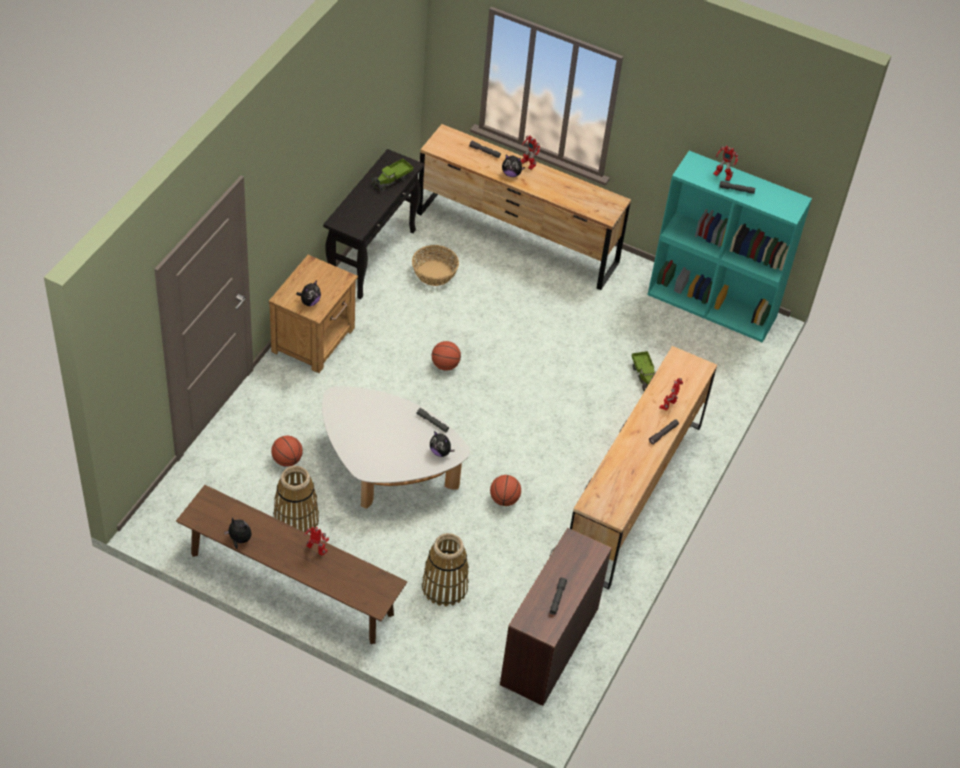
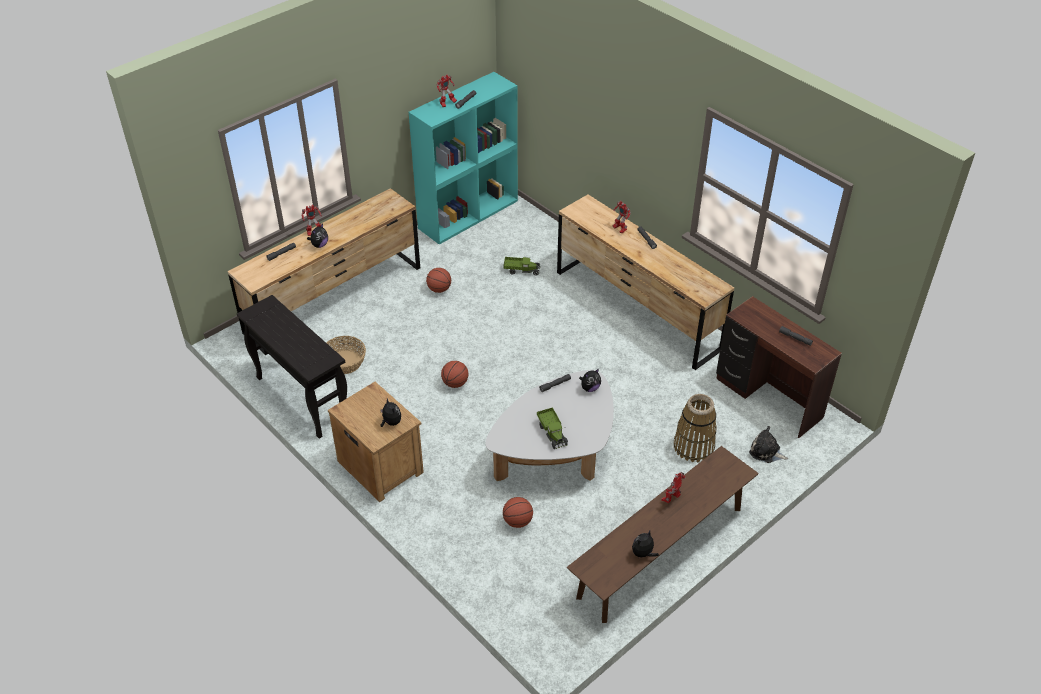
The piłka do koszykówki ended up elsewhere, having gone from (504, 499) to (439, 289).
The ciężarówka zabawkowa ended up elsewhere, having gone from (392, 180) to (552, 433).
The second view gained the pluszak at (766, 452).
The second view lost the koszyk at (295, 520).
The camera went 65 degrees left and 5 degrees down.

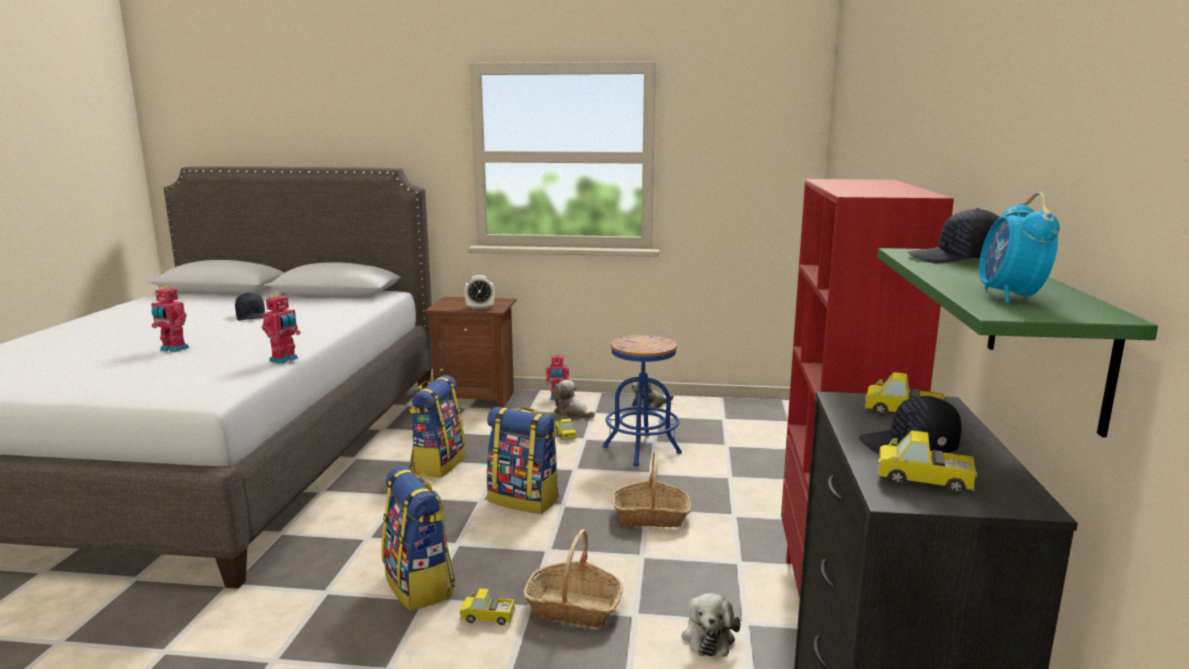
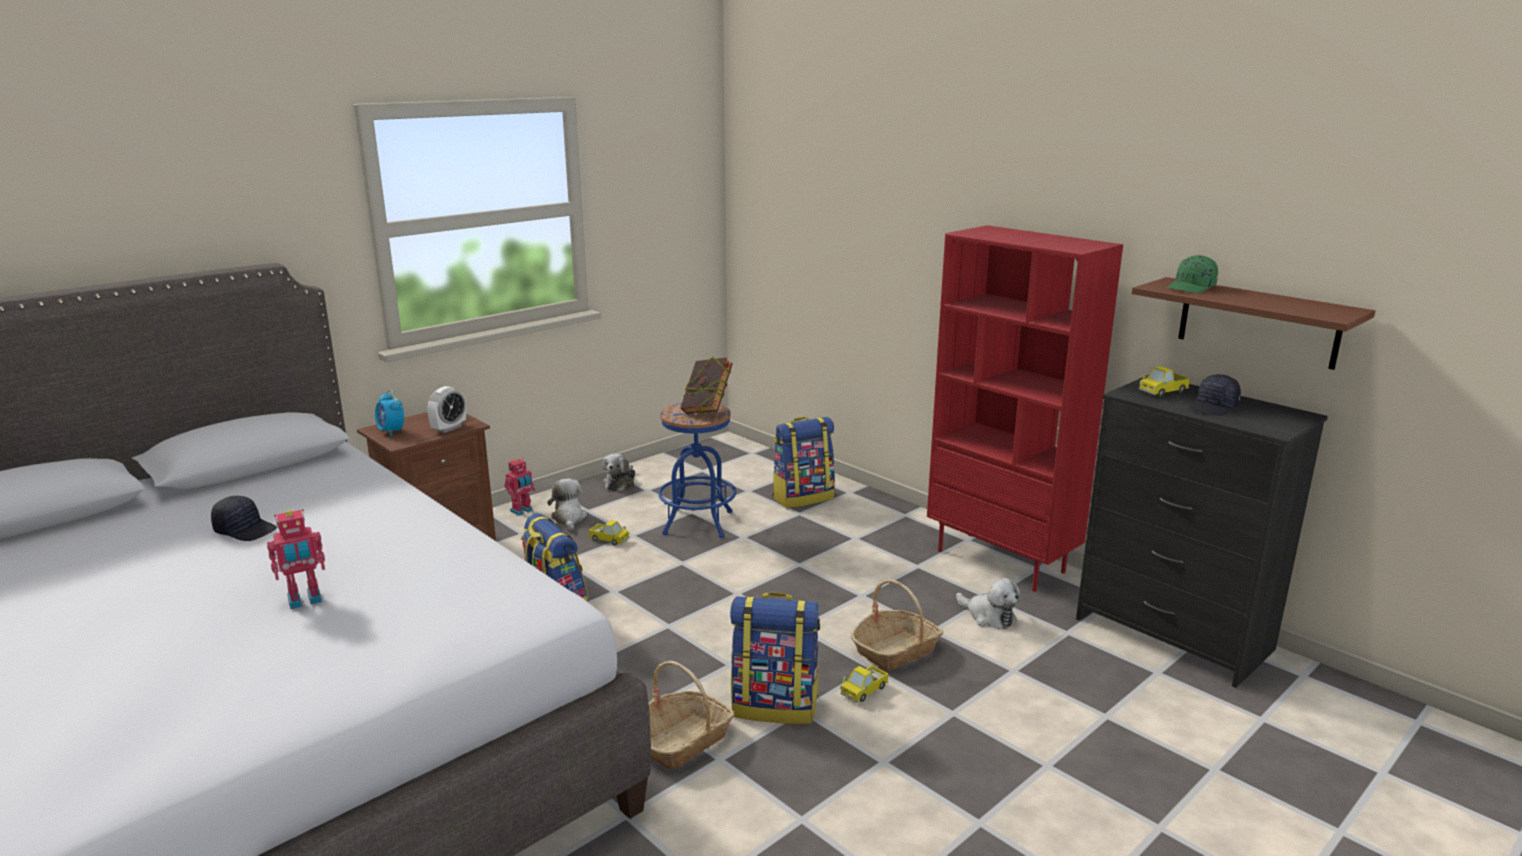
The budzik ended up elsewhere, having gone from (1010, 296) to (391, 432).
The pluszak at (572, 413) ended up facing another way, 90 degrees clockwise from before.
The koszyk ended up elsewhere, having gone from (651, 516) to (682, 740).
The second view gained the książka at (707, 411).
The plecak ended up elsewhere, having gone from (524, 500) to (803, 497).
What was the półka/zielony at (1047, 333) turned into the półka/brązowy at (1258, 323).
What was the czapka z daszkiem/czarny at (956, 259) turned into the czapka z daszkiem/zielony at (1191, 288).
The second view lost the robot zabawkowy at (285, 360).
The second view lost the ciężarówka zabawkowa at (923, 481).
The camera went 50 degrees left and 5 degrees up.

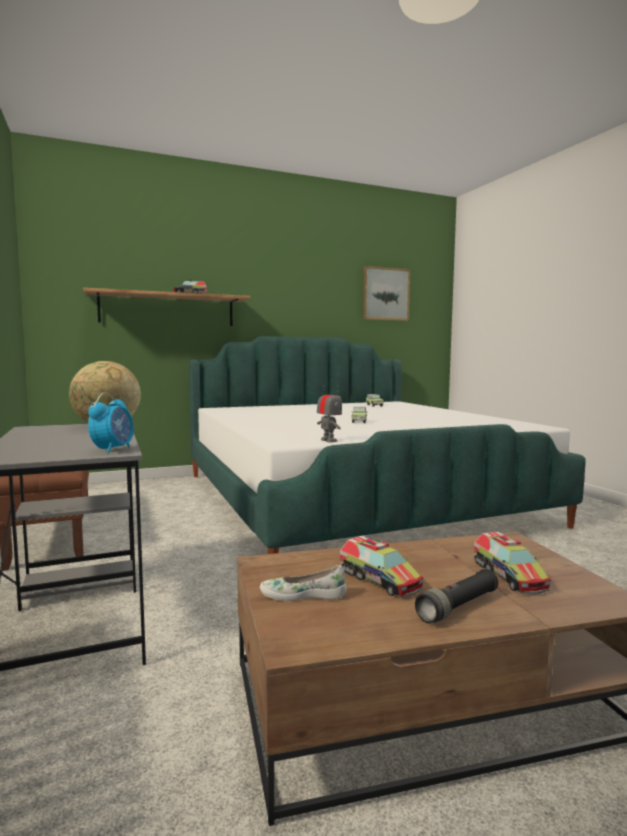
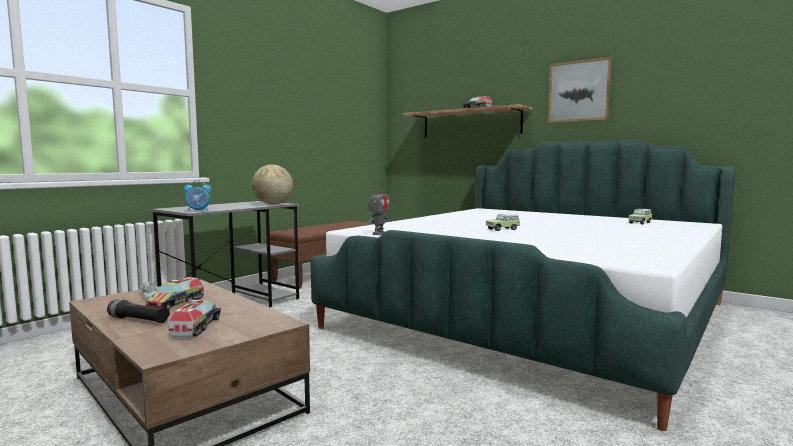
The ciężarówka zabawkowa at (508, 576) ended up facing another way, 135 degrees clockwise from before.
The obraz ended up elsewhere, having gone from (385, 294) to (579, 91).
The camera went 60 degrees right and 0 degrees up.

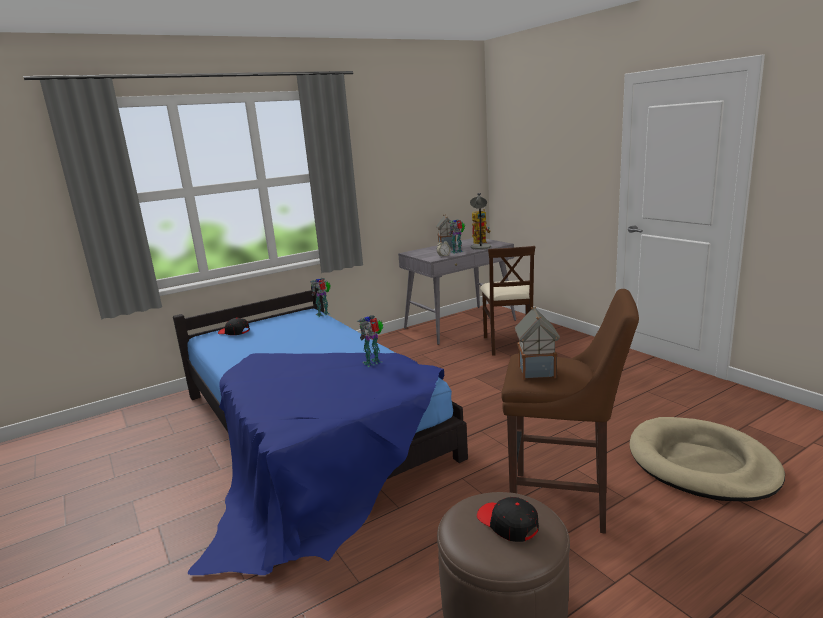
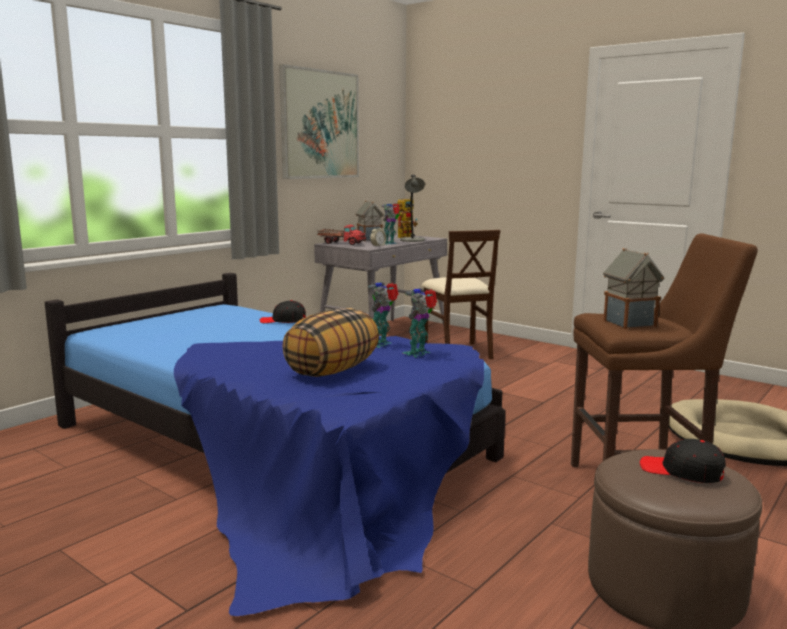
The czapka z daszkiem/czarny ended up elsewhere, having gone from (234, 332) to (283, 321).
The second view gained the obraz at (320, 124).
The second view gained the poduszka at (332, 370).
The second view gained the ciężarówka zabawkowa at (341, 243).
The robot zabawkowy ended up elsewhere, having gone from (324, 314) to (419, 353).
The camera went 20 degrees left and 5 degrees down.

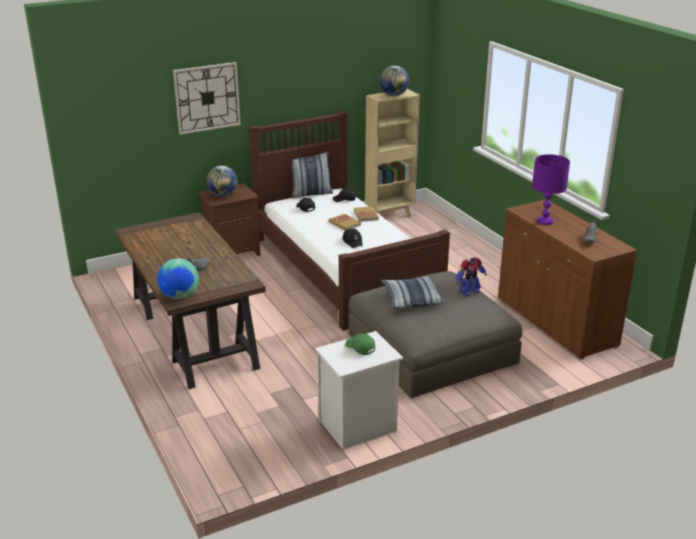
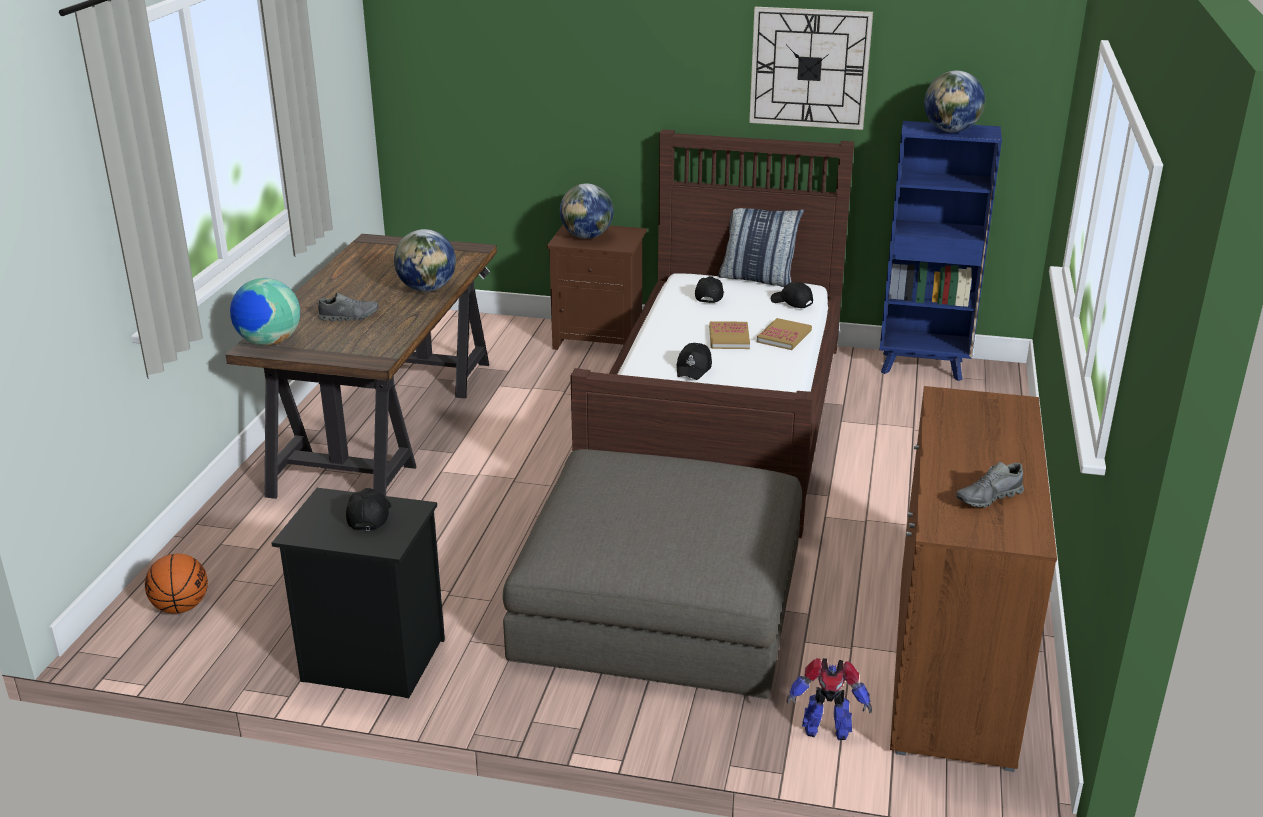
The second view gained the piłka do koszykówki at (181, 607).
What was the szafka nocna/biały at (357, 427) turned into the szafka nocna/czarny at (369, 661).
What was the czapka z daszkiem/zielony at (360, 348) turned into the czapka z daszkiem/czarny at (369, 516).
The second view gained the globus at (427, 289).
The zegar ścienny ended up elsewhere, having gone from (207, 98) to (809, 68).
The robot zabawkowy ended up elsewhere, having gone from (469, 292) to (826, 728).
What was the regał/beżowy at (390, 215) turned into the regał/niebieski at (924, 367).
The second view lost the poduszka at (412, 298).
The second view lost the lampa stołowa/fioletowy at (545, 221).
The camera went 40 degrees right and 0 degrees up.

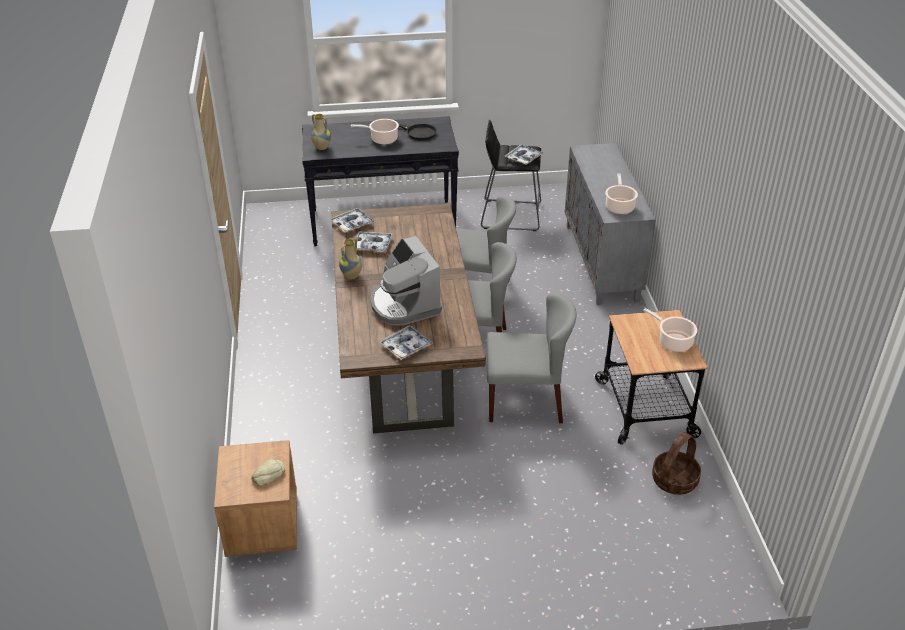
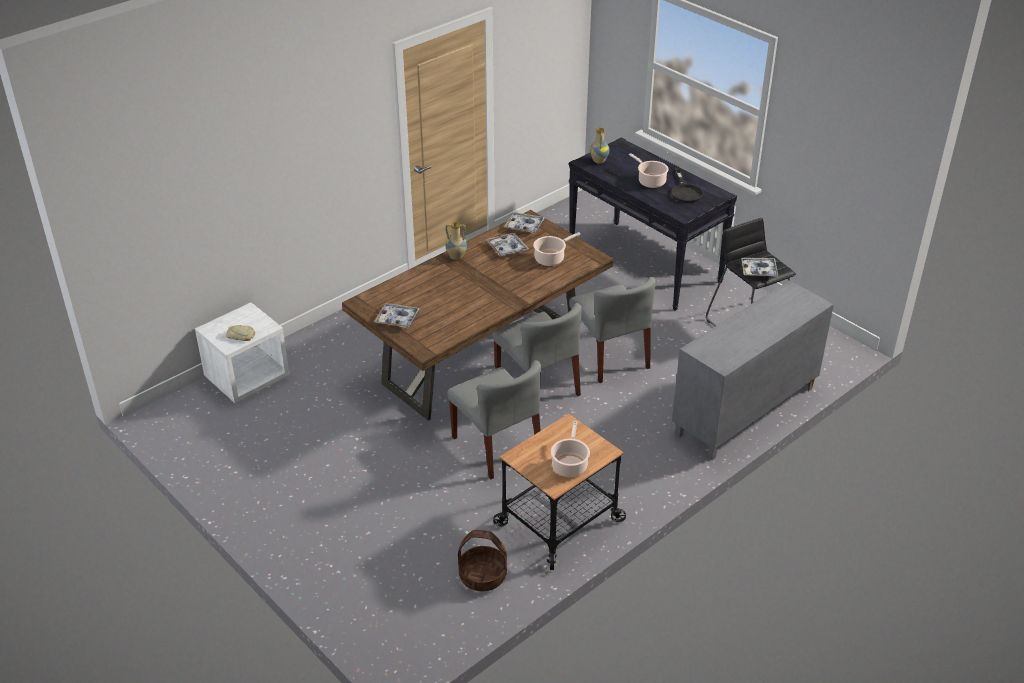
What was the szafka nocna/brązowy at (262, 525) turned into the szafka nocna/biały at (247, 378).
The garnek ended up elsewhere, having gone from (619, 206) to (551, 258).
The second view lost the ekspres do kawy at (404, 305).
The camera went 55 degrees right and 0 degrees up.

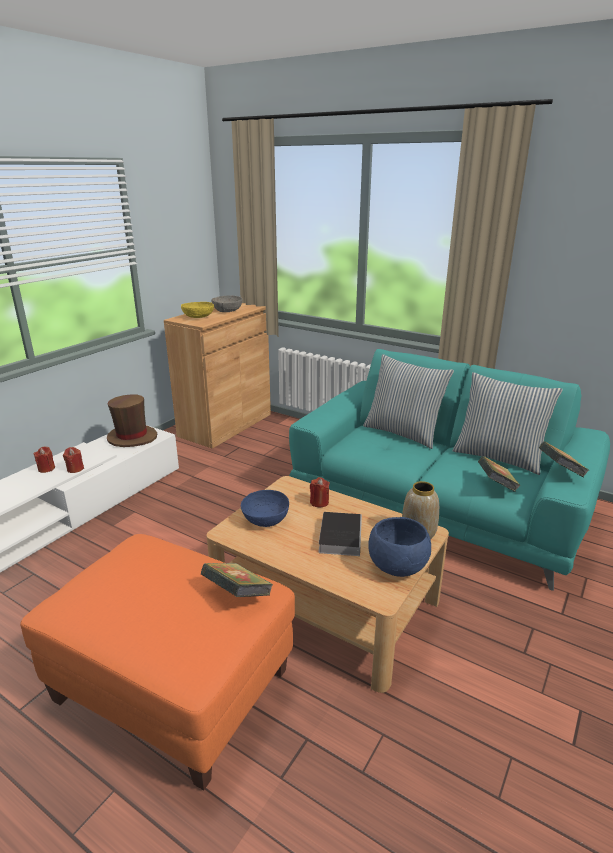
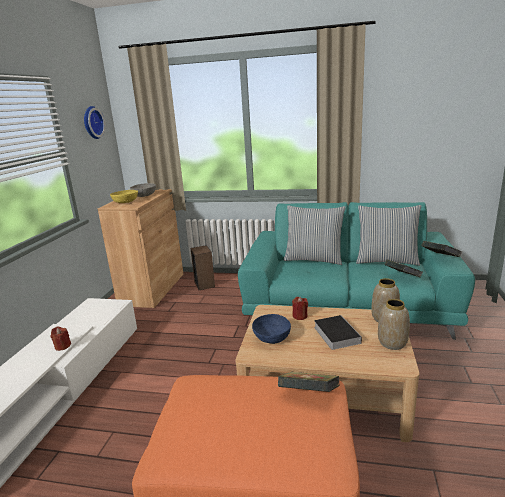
The second view gained the zegar ścienny at (92, 122).
The second view gained the głośnik at (204, 284).
Where the miska/niebieski stood at (398, 567), the wazon came to stand at (392, 343).
The second view lost the świeca/czerwony at (46, 468).
The second view lost the kapelusz/brązowy at (132, 437).
The camera went 20 degrees left and 5 degrees down.

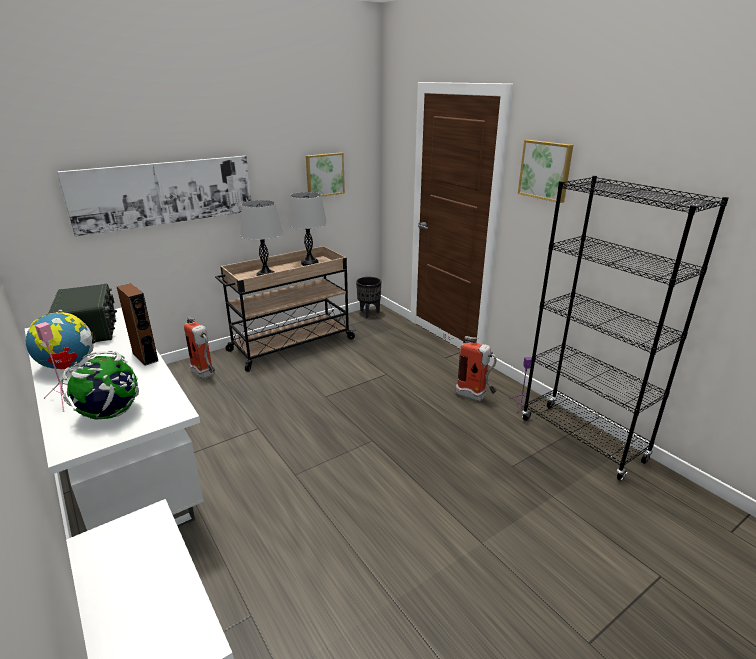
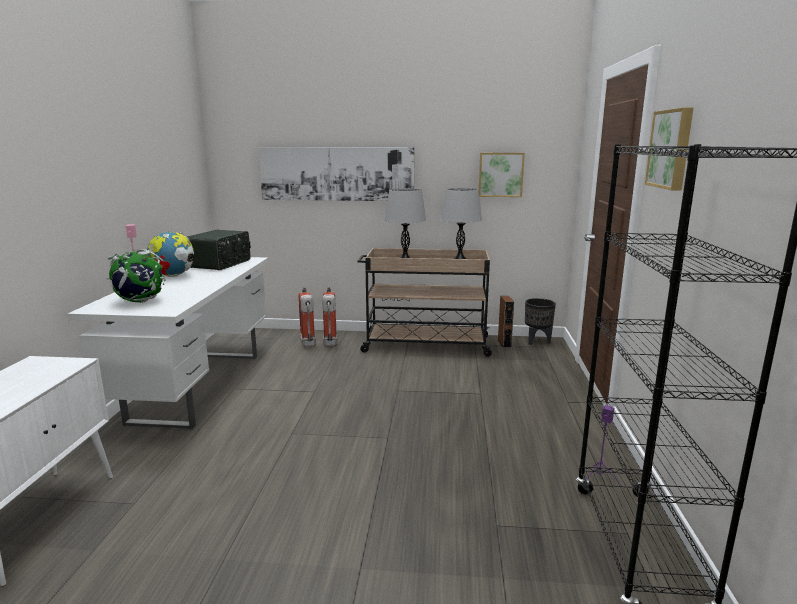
The gaśnica ended up elsewhere, having gone from (475, 397) to (308, 345).
The głośnik/brązowy ended up elsewhere, having gone from (145, 356) to (504, 343).
The camera went 40 degrees right and 10 degrees down.

